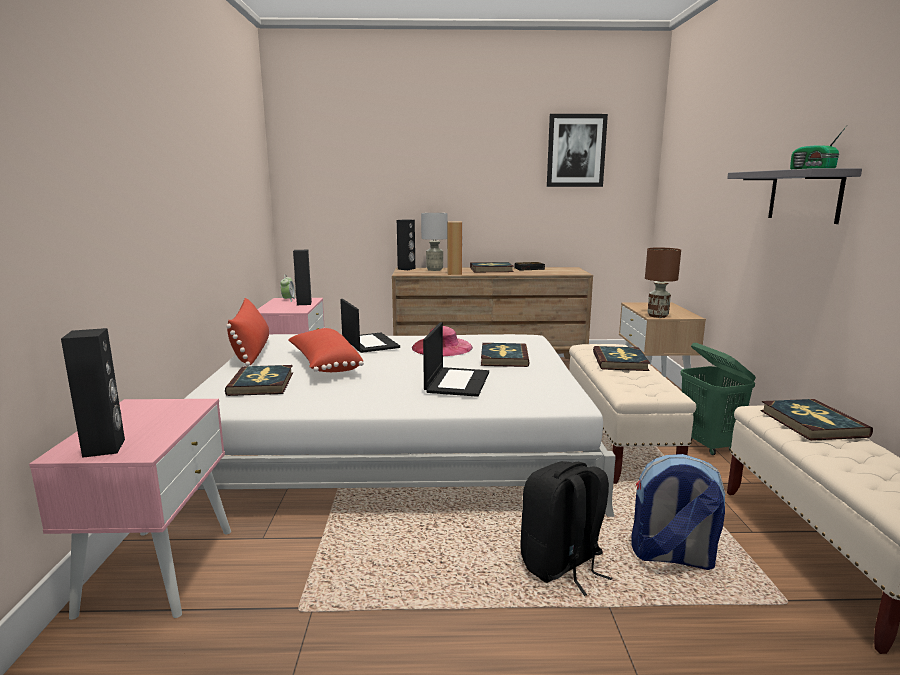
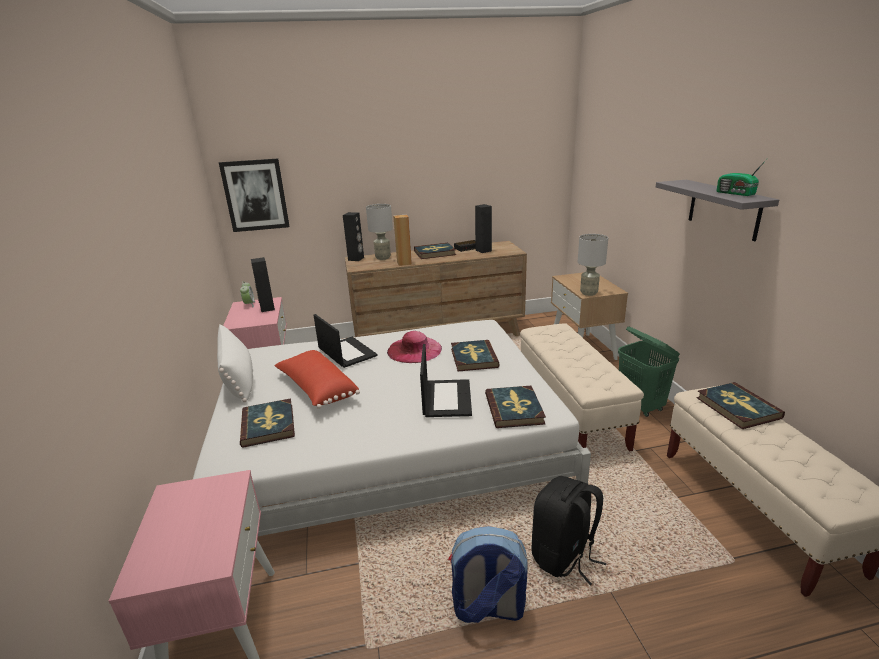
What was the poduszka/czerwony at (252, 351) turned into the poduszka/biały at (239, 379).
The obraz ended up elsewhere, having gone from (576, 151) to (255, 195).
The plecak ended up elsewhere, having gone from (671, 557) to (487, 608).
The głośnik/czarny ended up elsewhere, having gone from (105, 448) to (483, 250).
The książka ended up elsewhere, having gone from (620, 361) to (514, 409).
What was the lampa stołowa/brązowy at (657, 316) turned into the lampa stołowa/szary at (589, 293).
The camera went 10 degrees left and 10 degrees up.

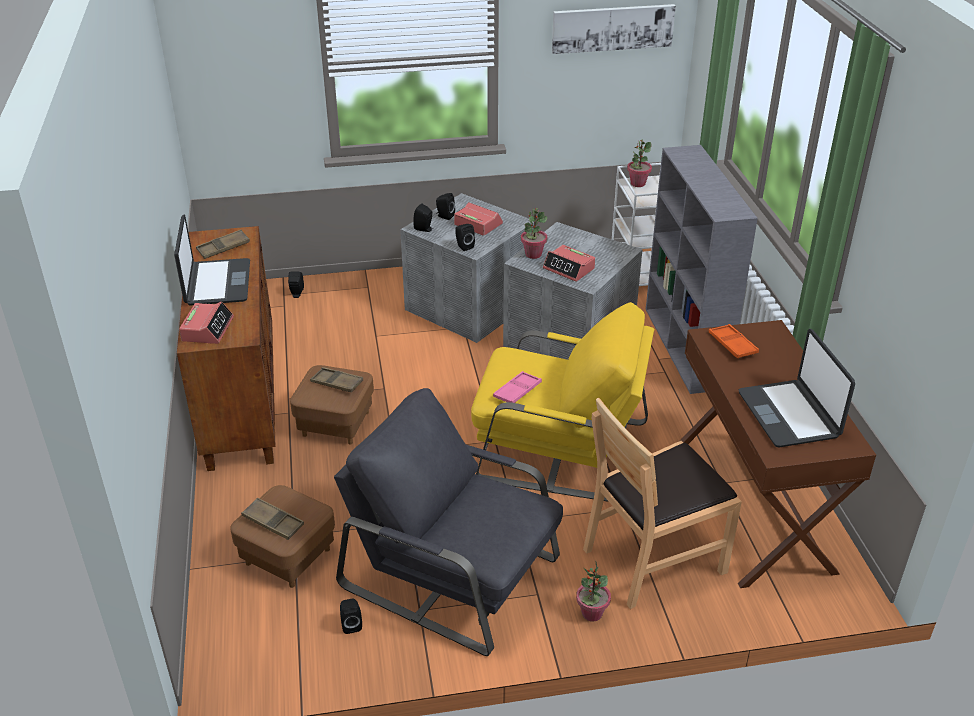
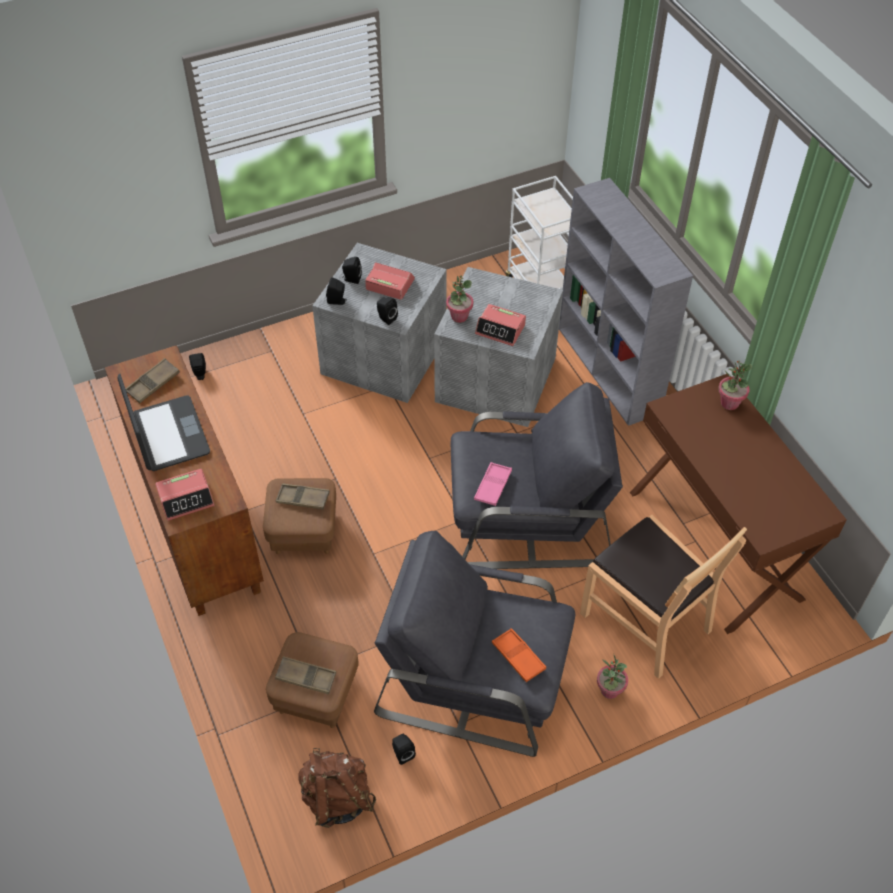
The budzik at (207, 329) ended up facing another way, 75 degrees clockwise from before.
The second view gained the plecak/brązowy at (337, 798).
What was the fotel/żółty at (560, 450) turned into the fotel/szary at (528, 517).
The taca/pomarańczowy ended up elsewhere, having gone from (732, 345) to (518, 657).
The krzesło/brązowy at (653, 559) ended up facing another way, 90 degrees counterclockwise from before.
The roślina doniczkowa ended up elsewhere, having gone from (637, 183) to (729, 403).
The second view lost the obraz at (612, 28).
The second view lost the laptop at (789, 414).
The camera went 15 degrees left and 15 degrees up.

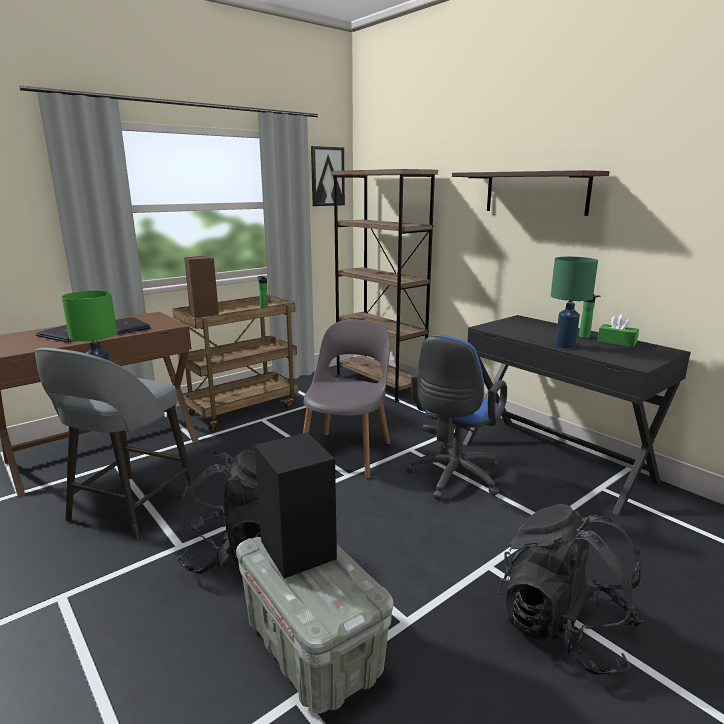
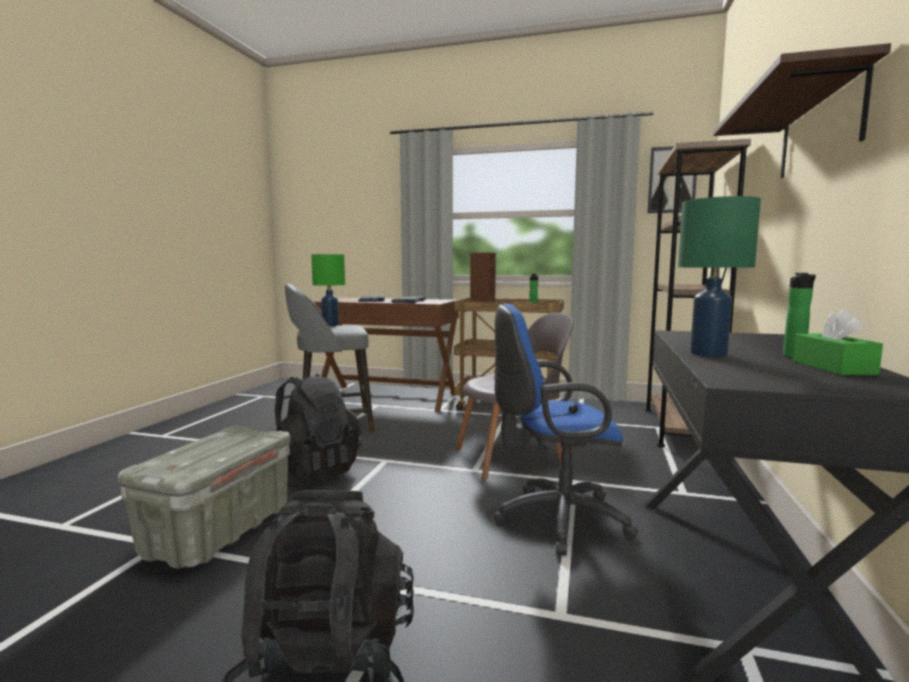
The second view lost the głośnik/czarny at (299, 551).
The camera went 55 degrees right and 10 degrees down.

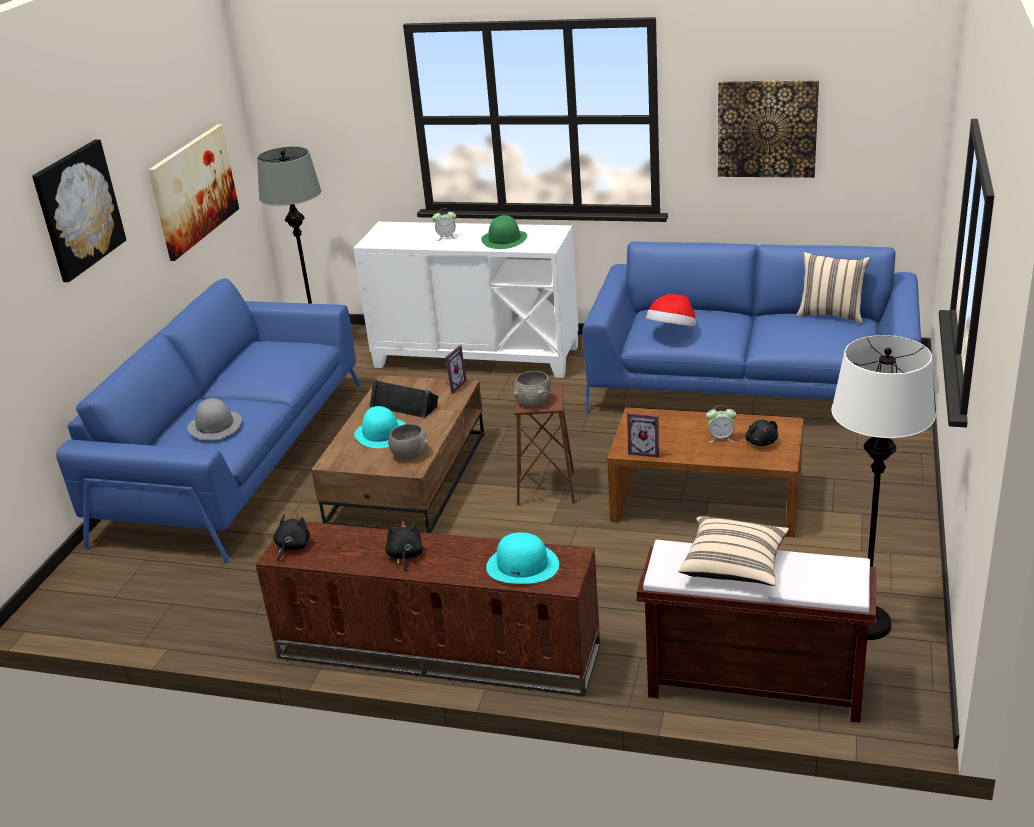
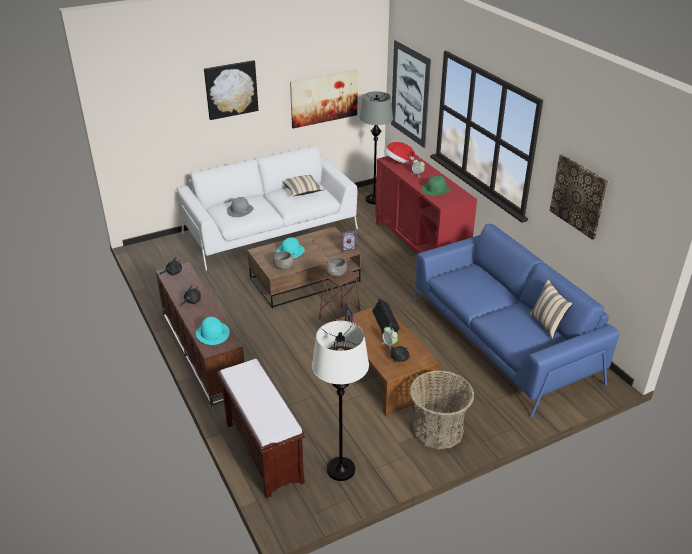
What was the kanapa/niebieski at (235, 459) turned into the kanapa/biały at (270, 231).
The poduszka/beżowy ended up elsewhere, having gone from (734, 566) to (302, 191).
The głośnik/czarny ended up elsewhere, having gone from (405, 405) to (386, 321).
What was the szafka/biały at (476, 356) turned into the szafka/czerwony at (420, 244).
The kapelusz ended up elsewhere, having gone from (672, 332) to (397, 162).
The second view gained the obraz at (410, 94).
The second view gained the koszyk at (438, 430).
The camera went 45 degrees right and 5 degrees up.

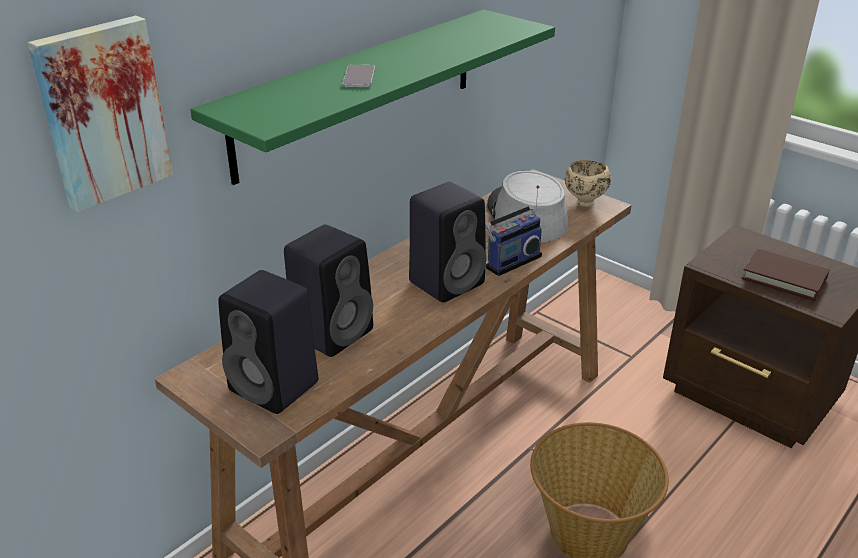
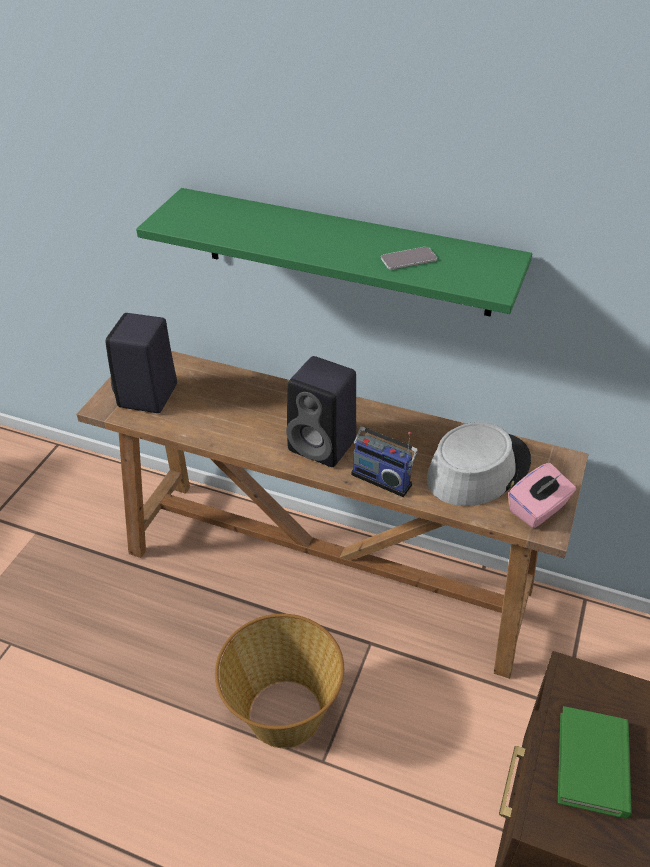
The telefon ended up elsewhere, having gone from (359, 77) to (408, 259).
Where the miska/beżowy stood at (584, 203), the pudełko chusteczek/różowy came to stand at (538, 509).
What was the książka/brązowy at (784, 278) turned into the książka/zielony at (593, 764).
The second view lost the obraz at (102, 112).
The second view lost the głośnik/czarny at (333, 332).
The camera went 70 degrees right and 10 degrees up.

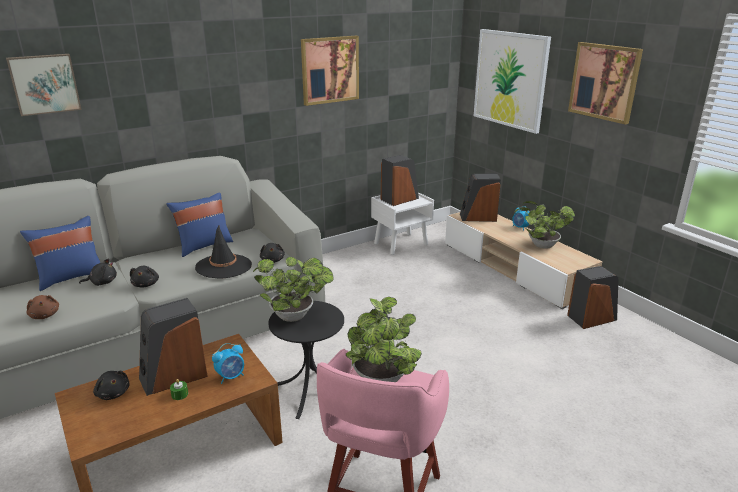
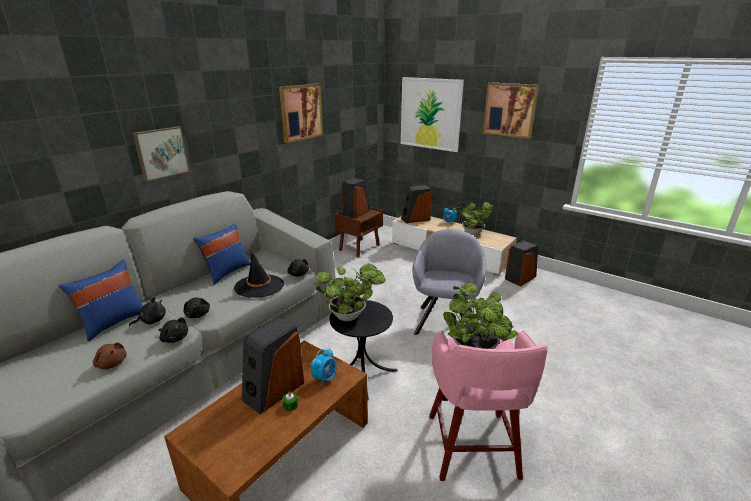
The obraz ended up elsewhere, having gone from (44, 84) to (161, 153).
The pluszak/czarny ended up elsewhere, having gone from (113, 393) to (174, 338).
What was the szafka nocna/biały at (401, 244) turned into the szafka nocna/brązowy at (359, 247).
The second view gained the fotel/szary at (445, 321).
The camera went 20 degrees left and 0 degrees up.

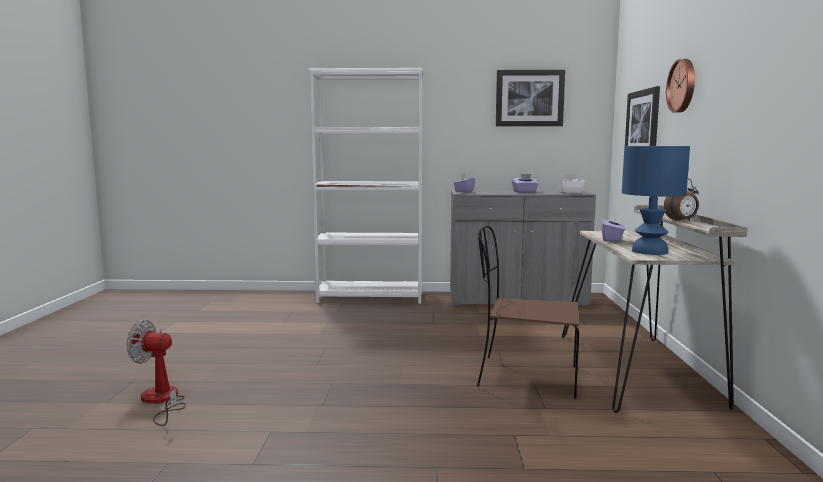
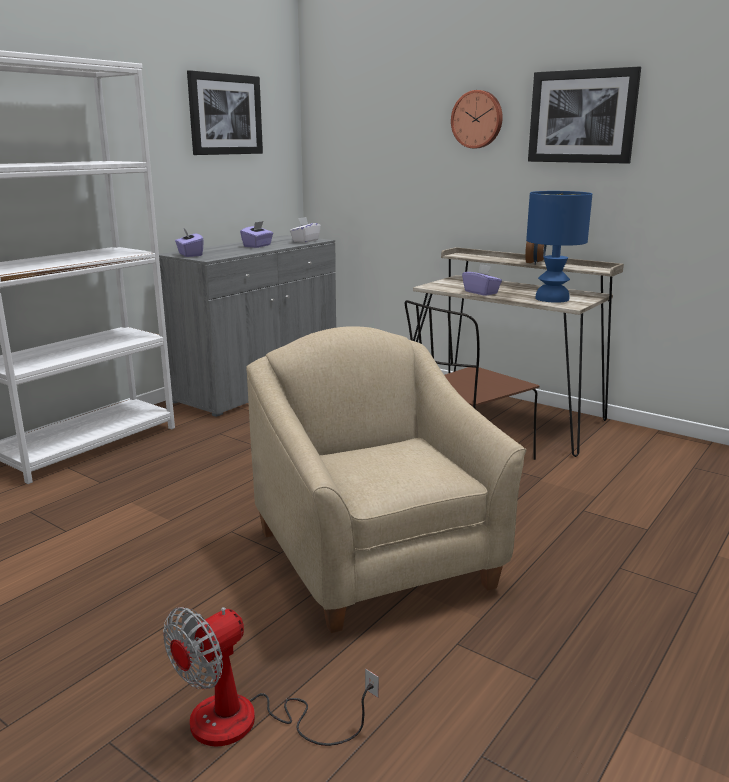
The second view gained the fotel/beżowy at (376, 559).
The obraz ended up elsewhere, having gone from (643, 123) to (582, 117).
The camera went 55 degrees left and 10 degrees up.

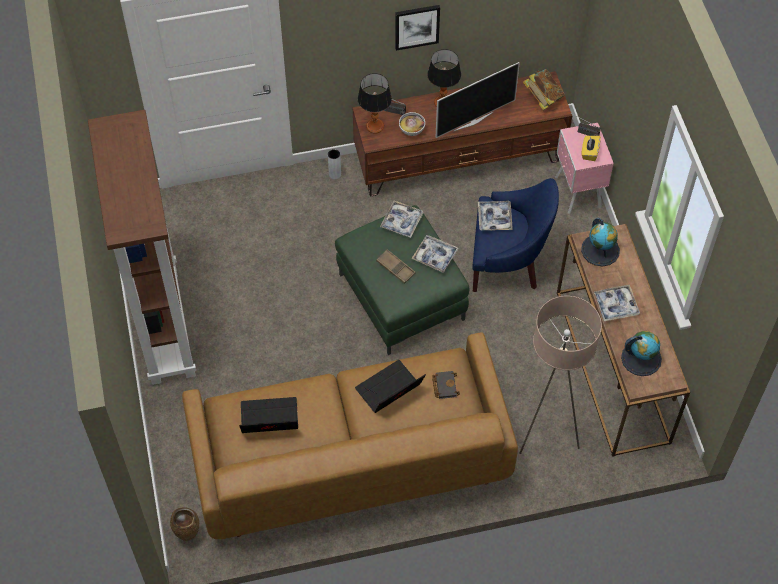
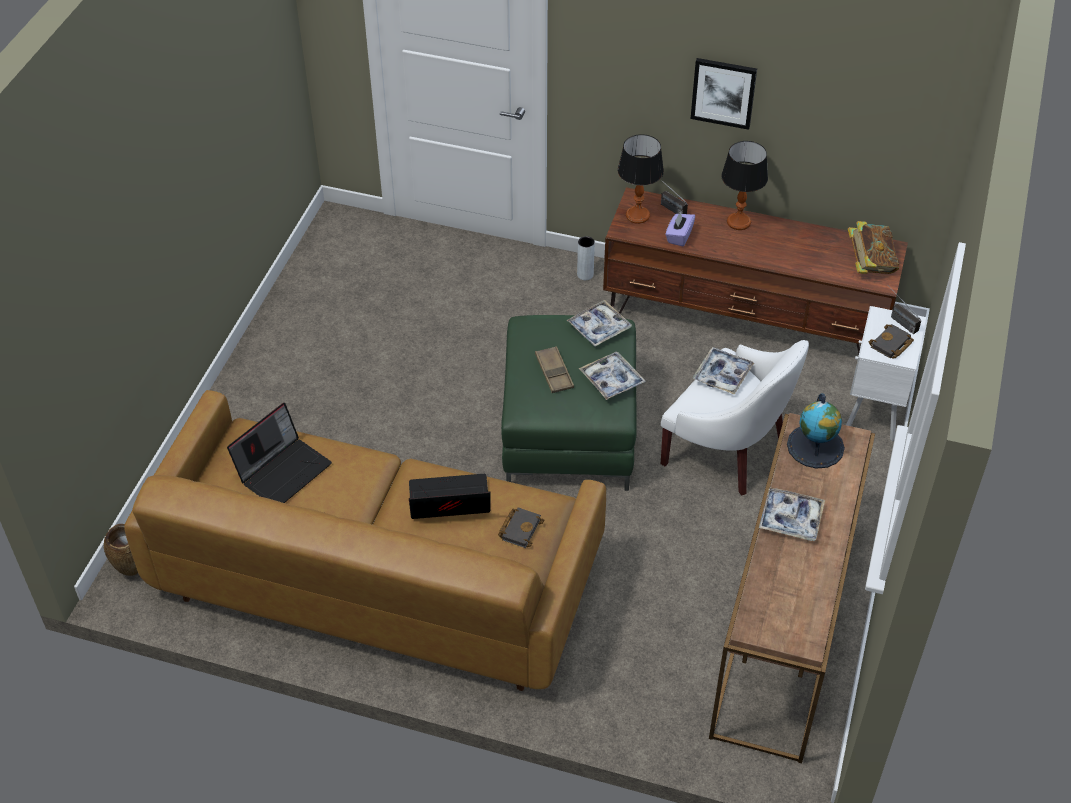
The laptop at (268, 420) ended up facing another way, 105 degrees clockwise from before.
What was the fotel/niebieski at (508, 261) turned into the fotel/biały at (729, 450).
Where the miska stood at (412, 131), the pudełko chusteczek/fioletowy came to stand at (679, 236).
What was the szafka nocna/różowy at (577, 193) turned into the szafka nocna/biały at (872, 413).
Where the pudełko chusteczek/żółty stood at (589, 152), the książka/czarny came to stand at (891, 345).
The second view lost the regał/brązowy at (163, 324).
The second view lost the telewizor at (473, 121).
The second view lost the lampa stojąca/beżowy at (546, 434).
The second view lost the globus at (641, 358).
The camera went 30 degrees right and 10 degrees down.

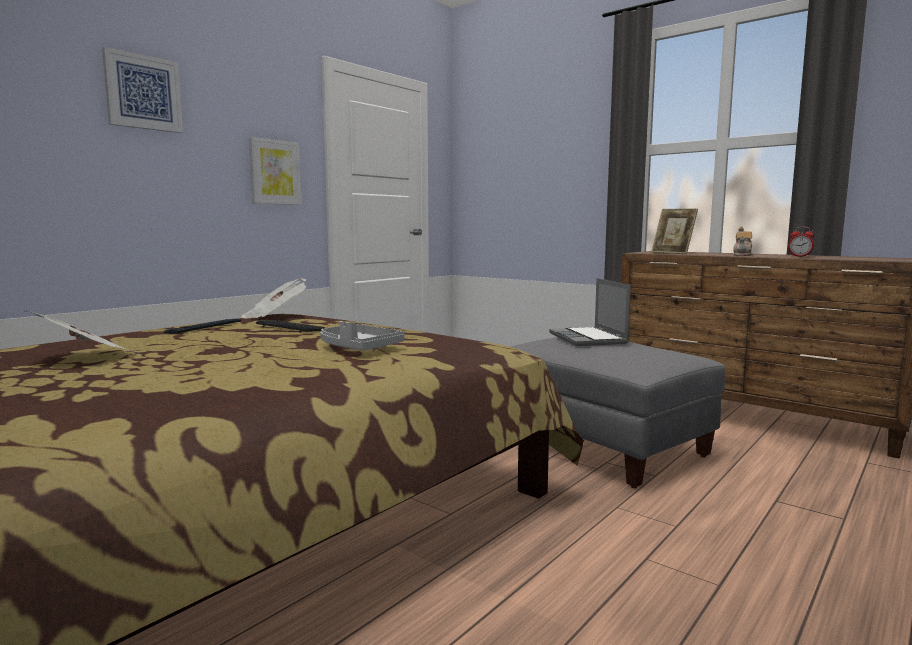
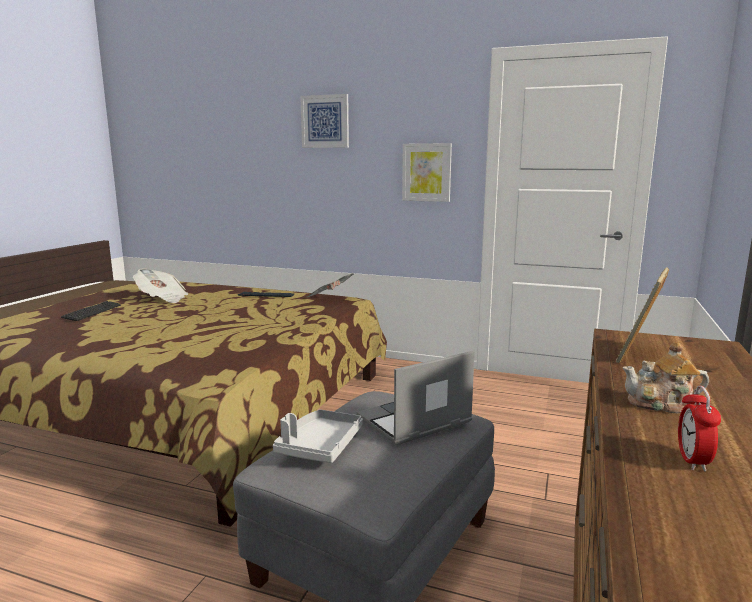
The klawiatura ended up elsewhere, having gone from (290, 328) to (92, 312).
The taca/szary ended up elsewhere, having gone from (358, 348) to (319, 446).
The camera went 70 degrees right and 5 degrees up.

